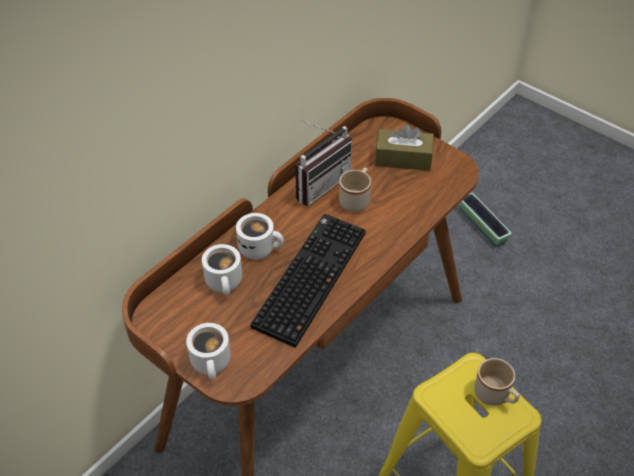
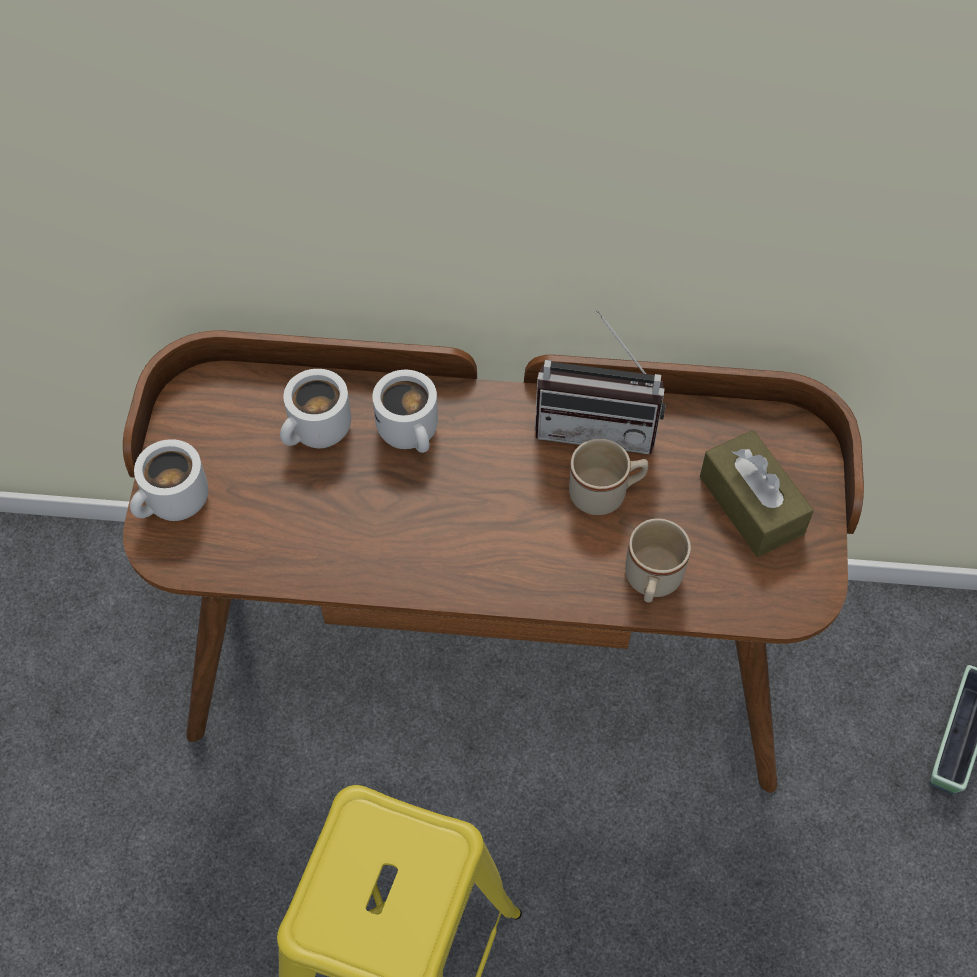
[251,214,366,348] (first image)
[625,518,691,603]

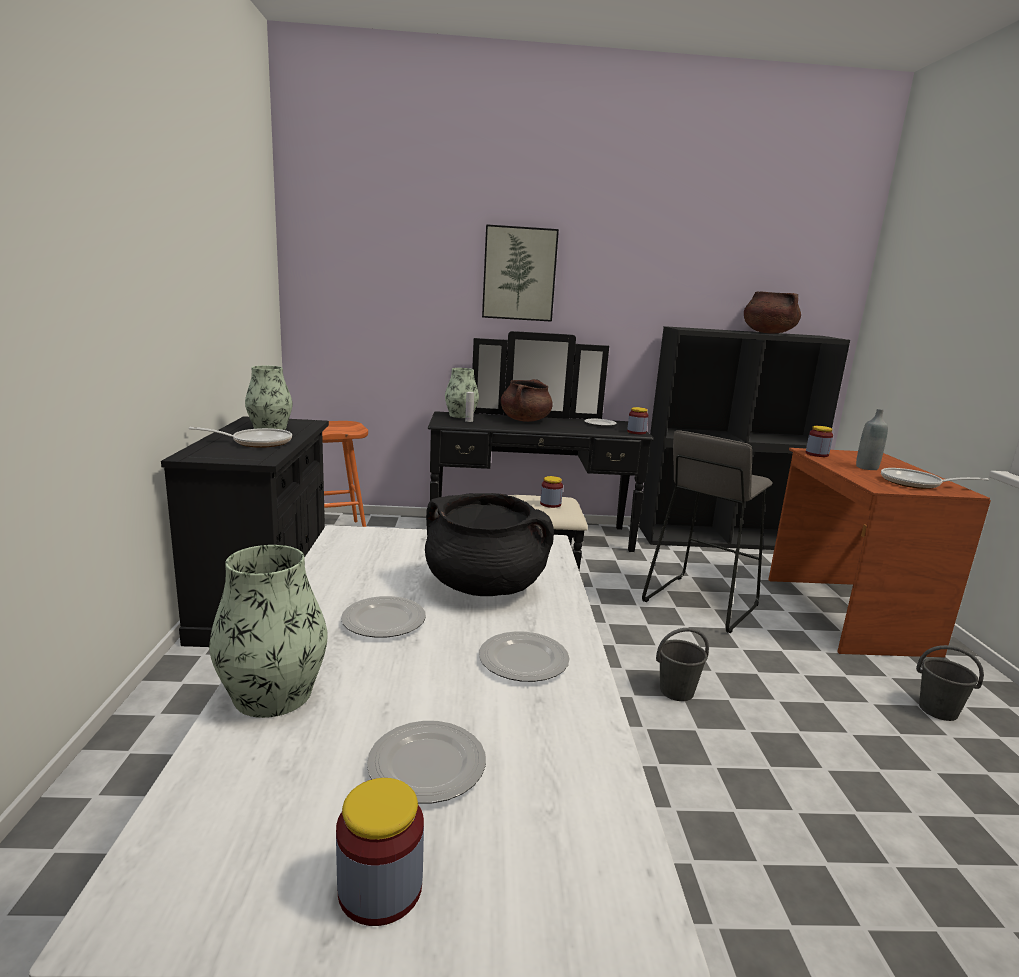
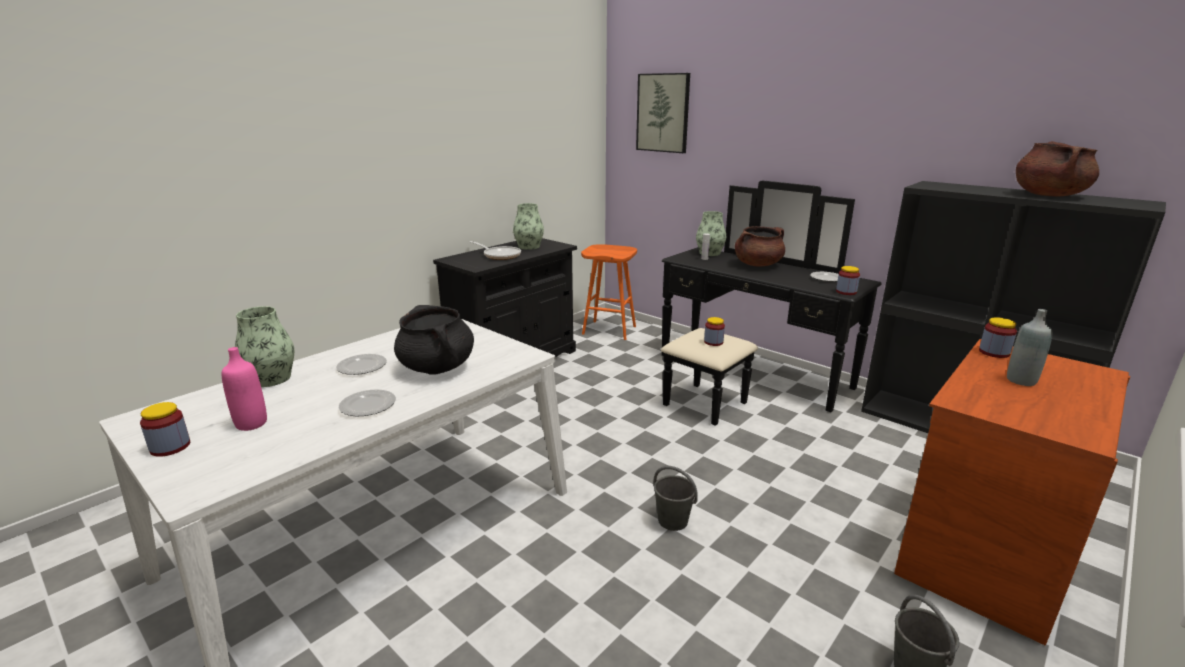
[642,430,773,633] (first image)
[881,468,989,489] (first image)
[636,73,690,153]
[222,347,267,431]

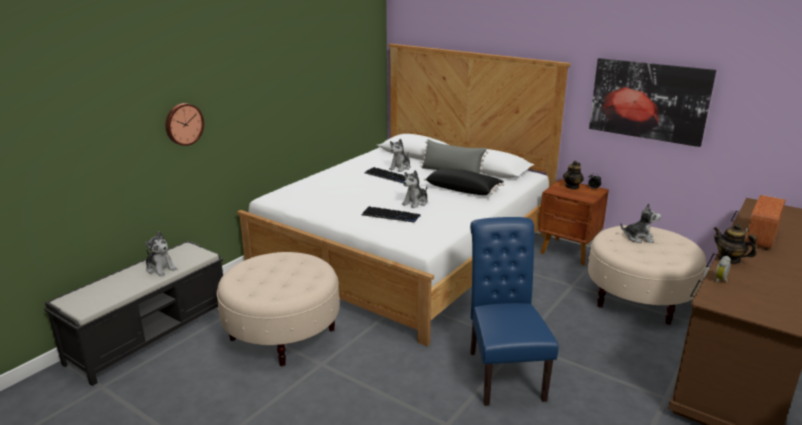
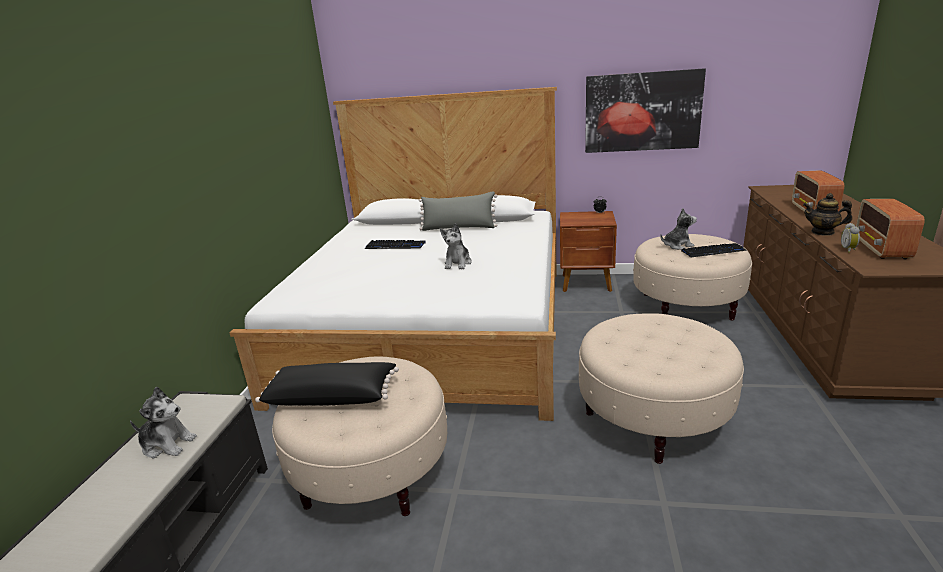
[165,103,204,146] (first image)
[389,139,411,172] (first image)
[563,161,584,189] (first image)
[856,199,925,259]
[681,243,747,257]
[255,362,399,406]
[579,313,744,464]

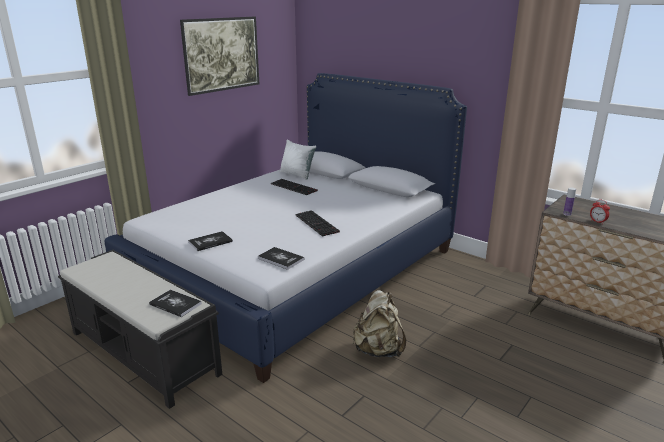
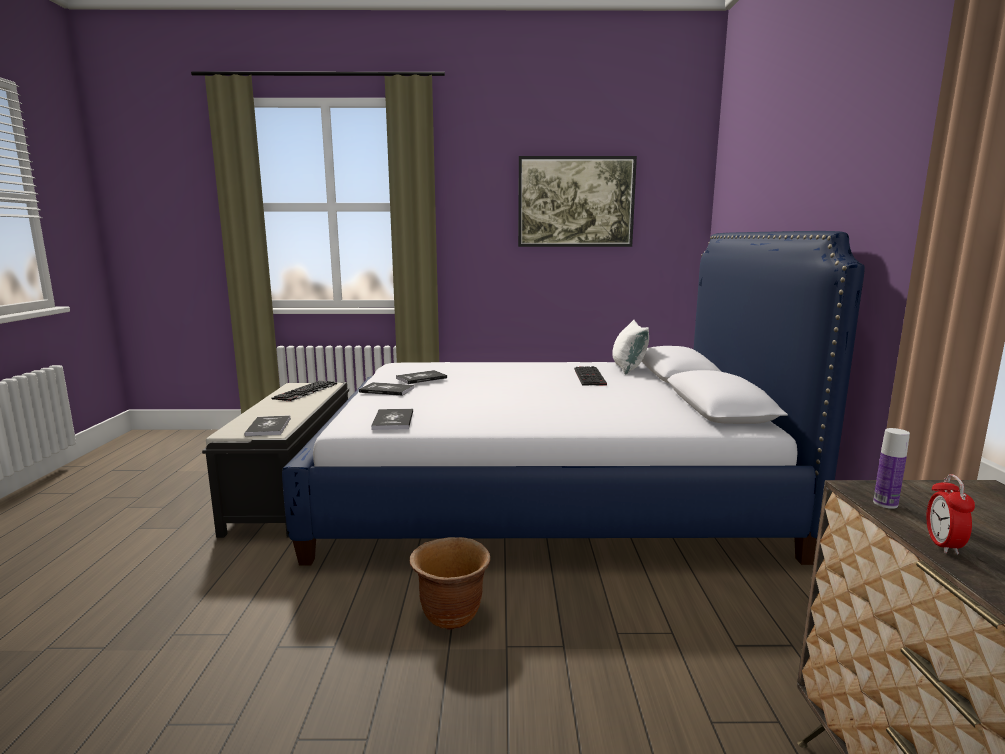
[396,370,447,384]
[271,381,337,402]
[410,537,490,630]

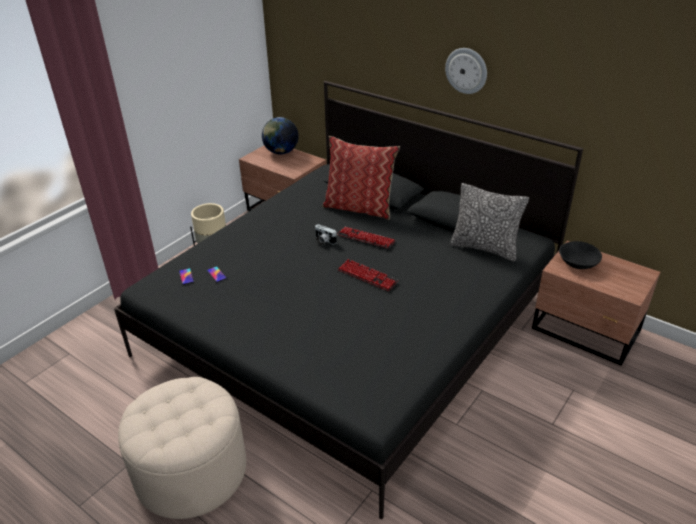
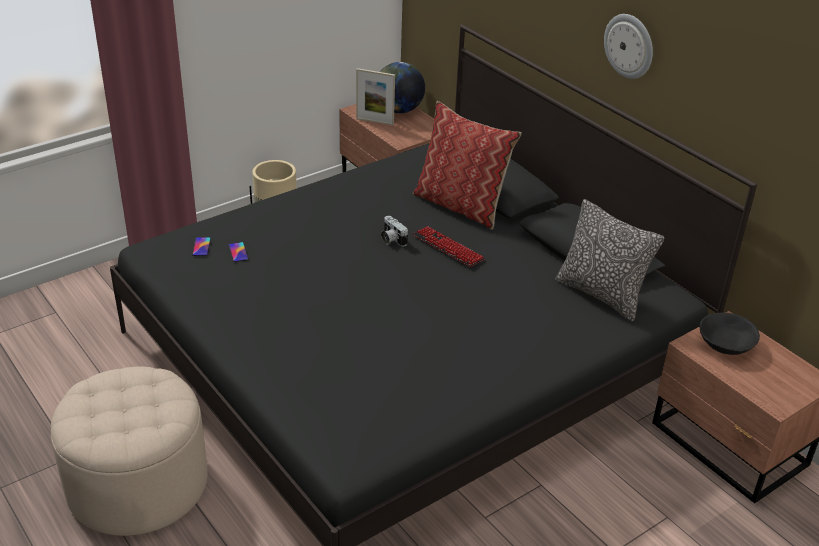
[338,259,398,291] (first image)
[356,68,395,125]

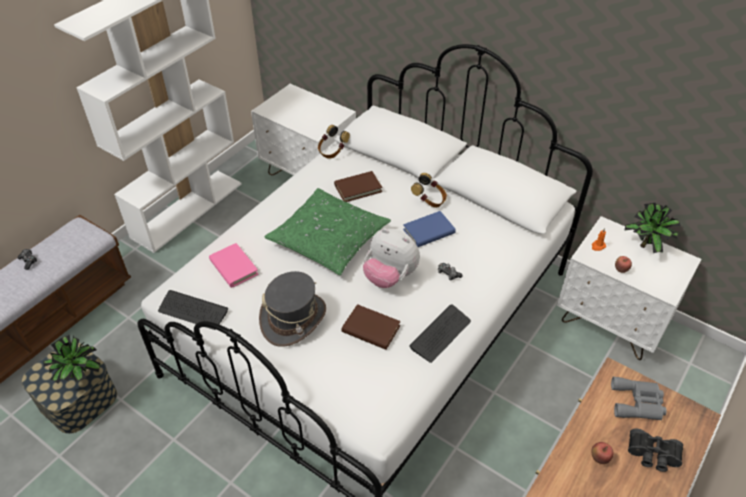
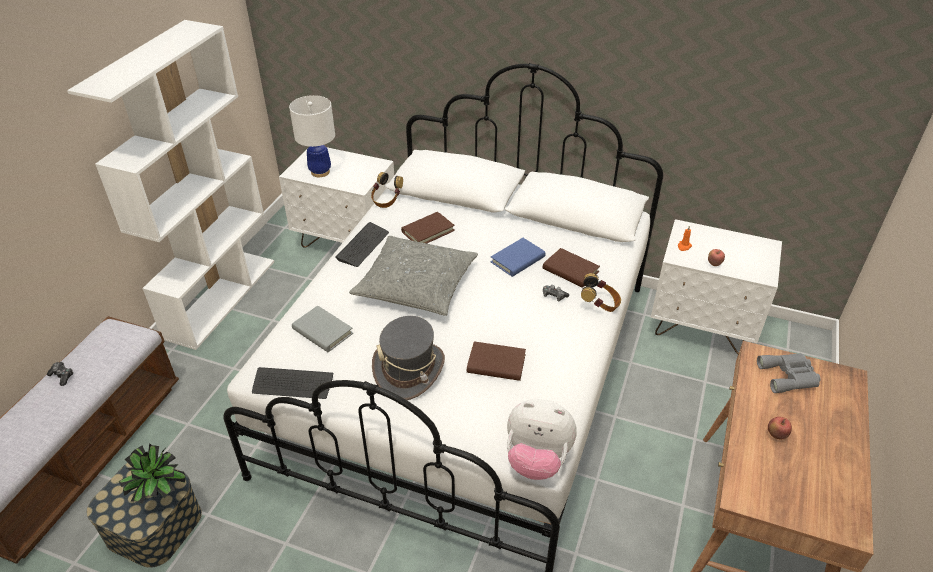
[625,202,681,253] (first image)
[628,429,683,472] (first image)
[289,95,335,177]
[543,248,600,288]
[507,399,577,480]
[336,222,389,267]
[581,273,621,312]
[292,306,353,352]
[349,236,478,316]

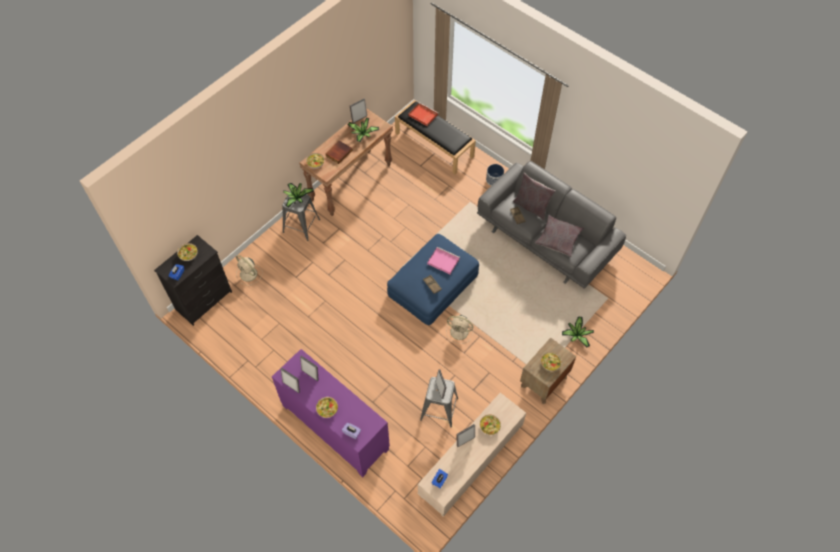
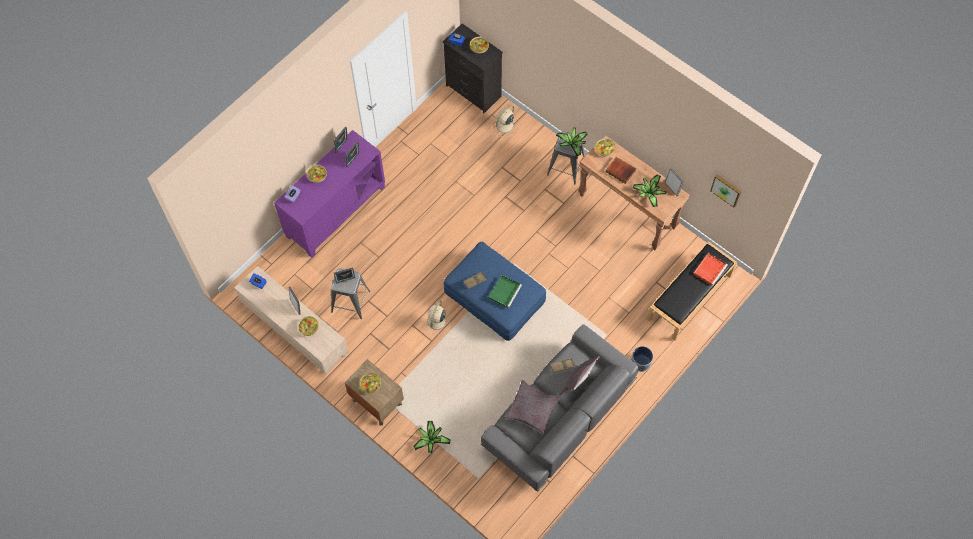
[710,174,741,208]
[489,275,522,308]

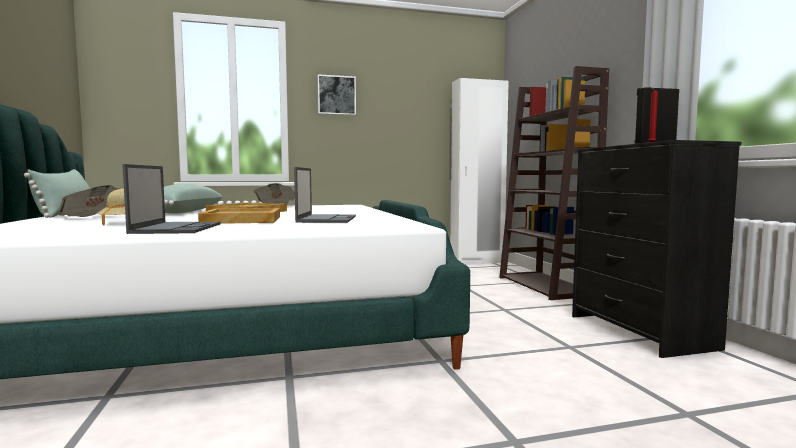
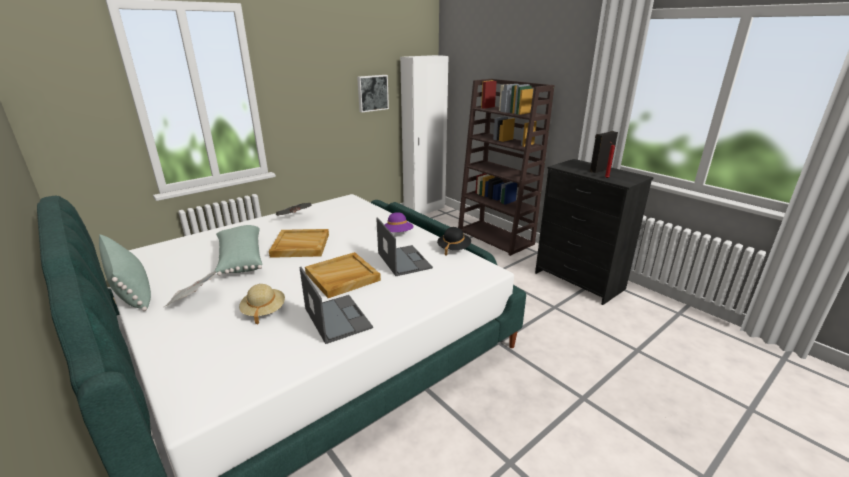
[384,212,414,232]
[437,227,471,256]
[357,75,389,113]

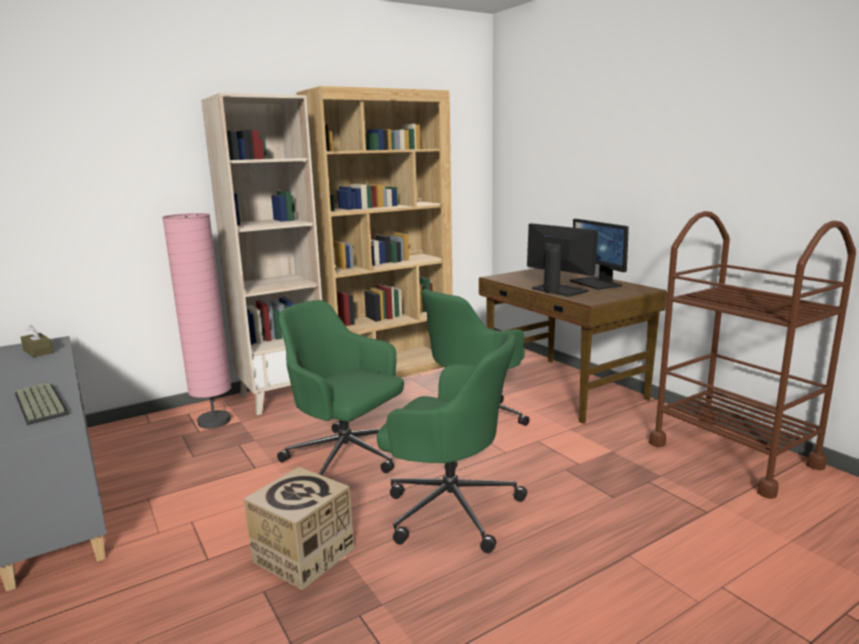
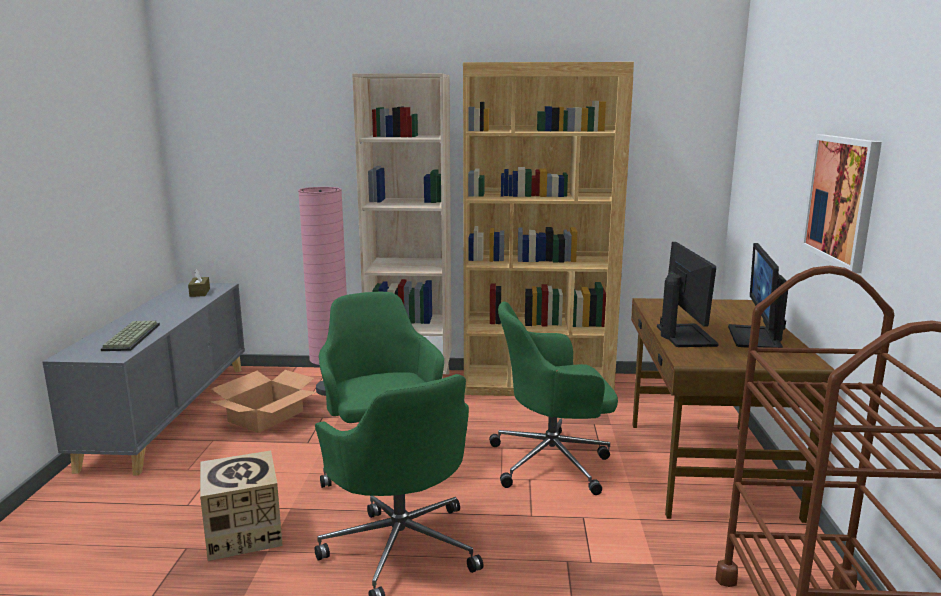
[210,370,317,433]
[801,135,882,273]

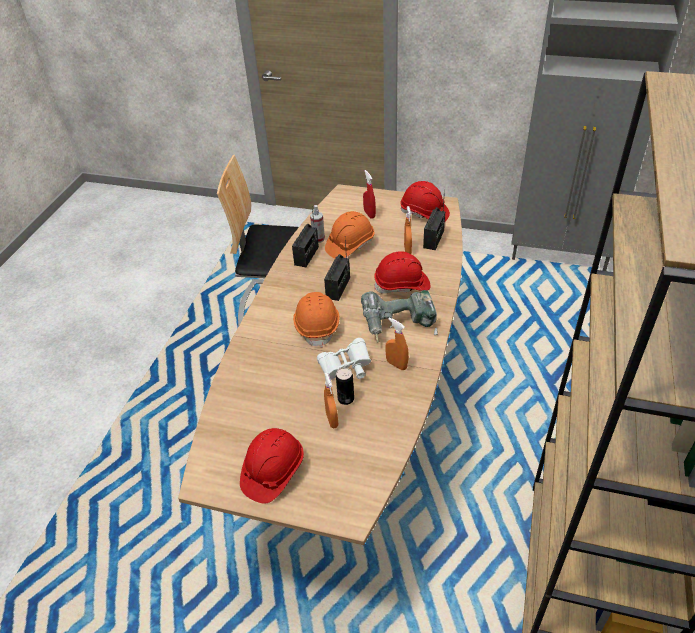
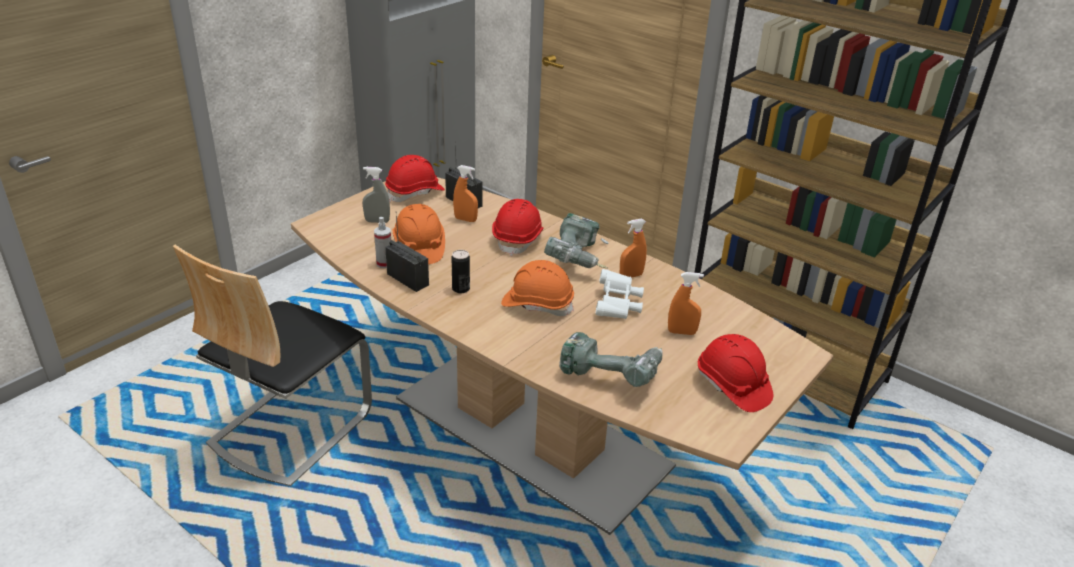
[324,240,350,301] (first image)
[559,332,662,387]
[452,250,470,293]
[363,167,390,223]

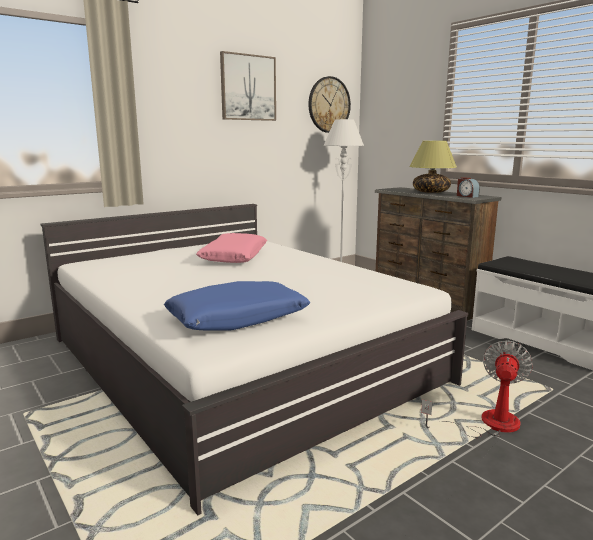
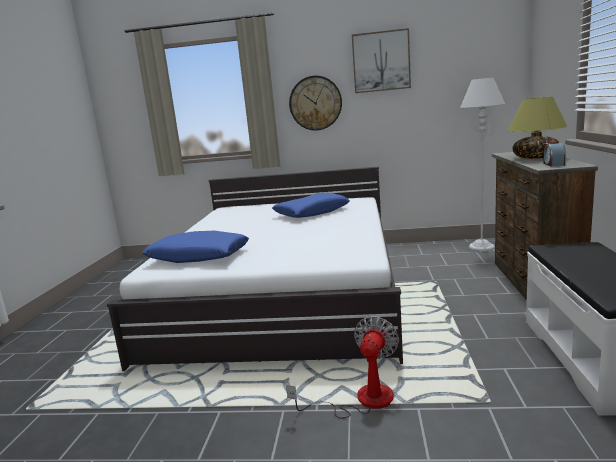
[289,76,342,131]
[272,193,350,218]
[286,316,399,418]

